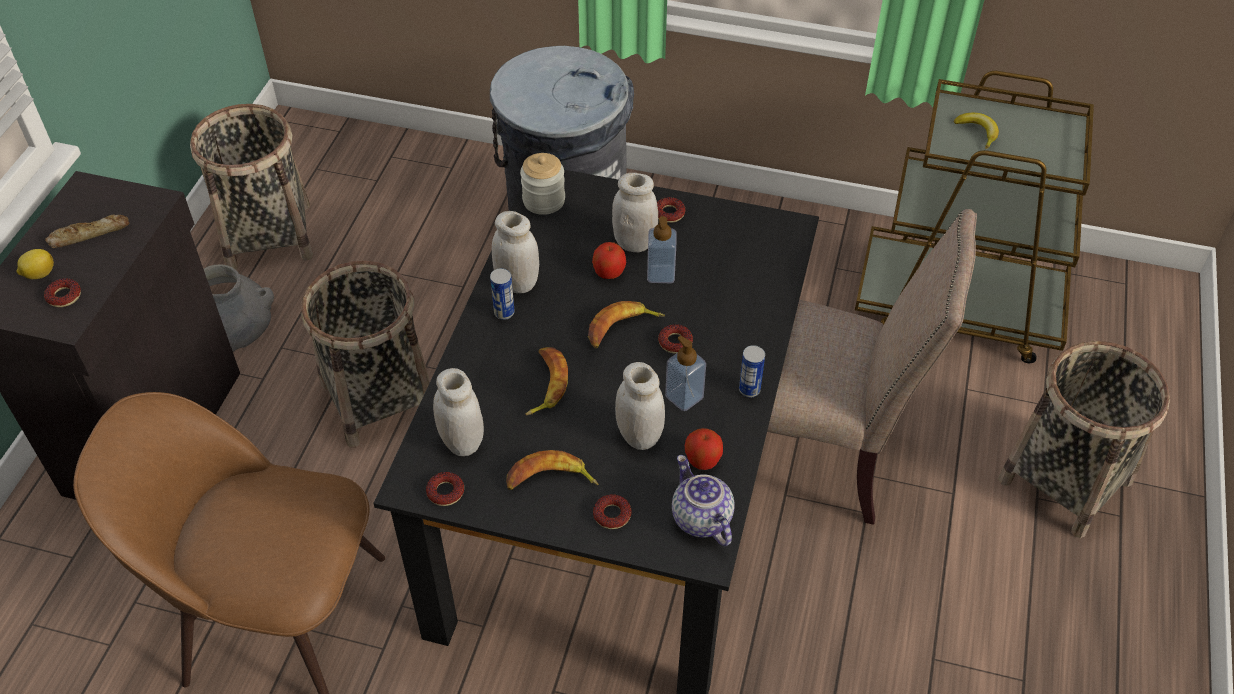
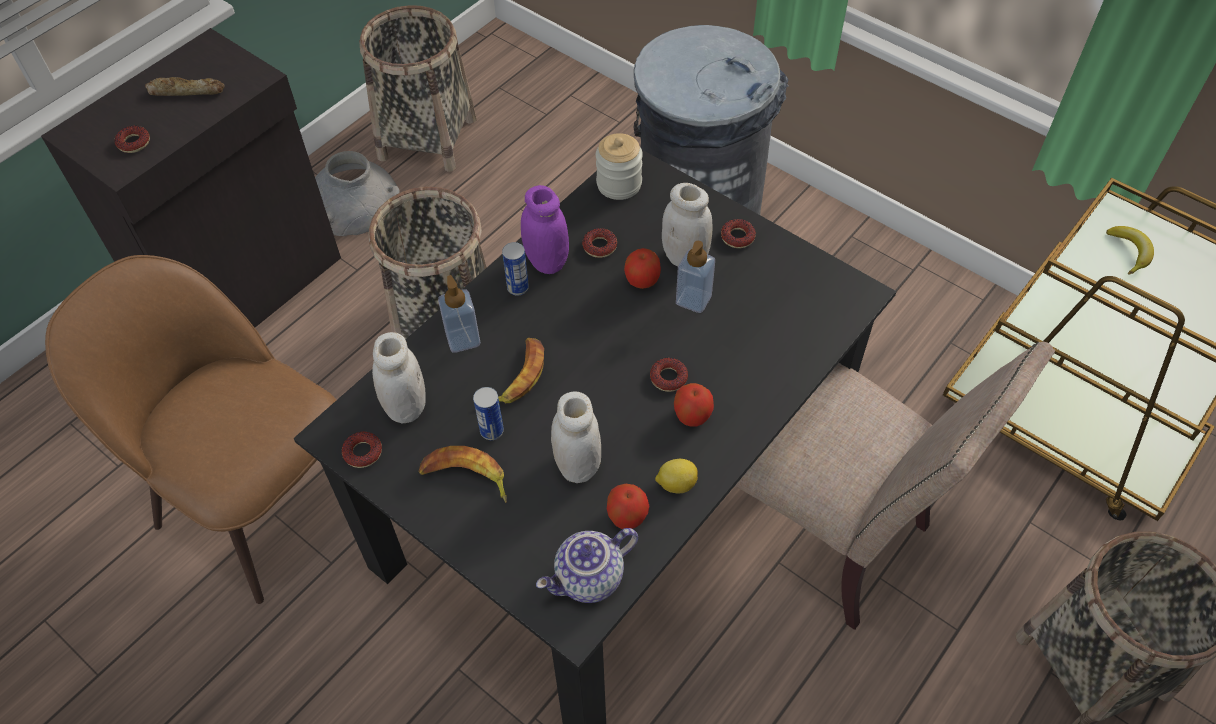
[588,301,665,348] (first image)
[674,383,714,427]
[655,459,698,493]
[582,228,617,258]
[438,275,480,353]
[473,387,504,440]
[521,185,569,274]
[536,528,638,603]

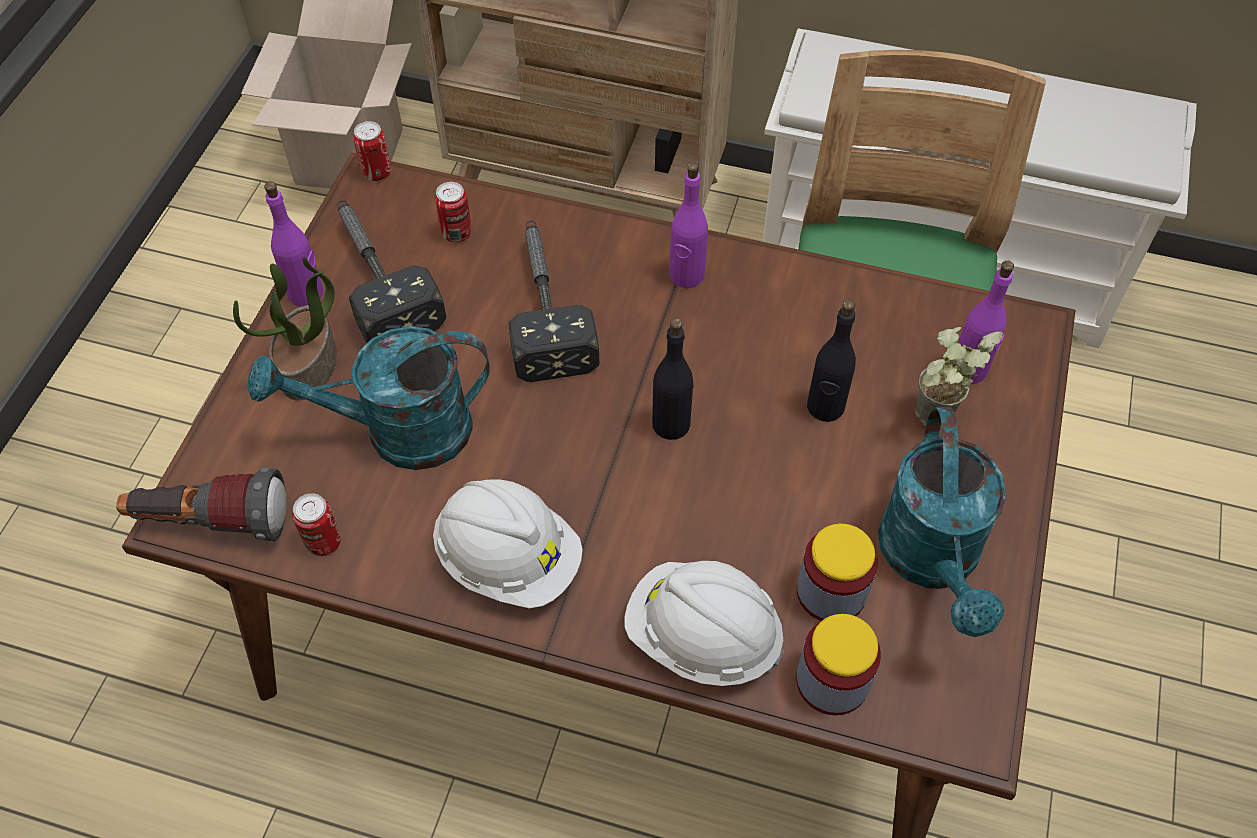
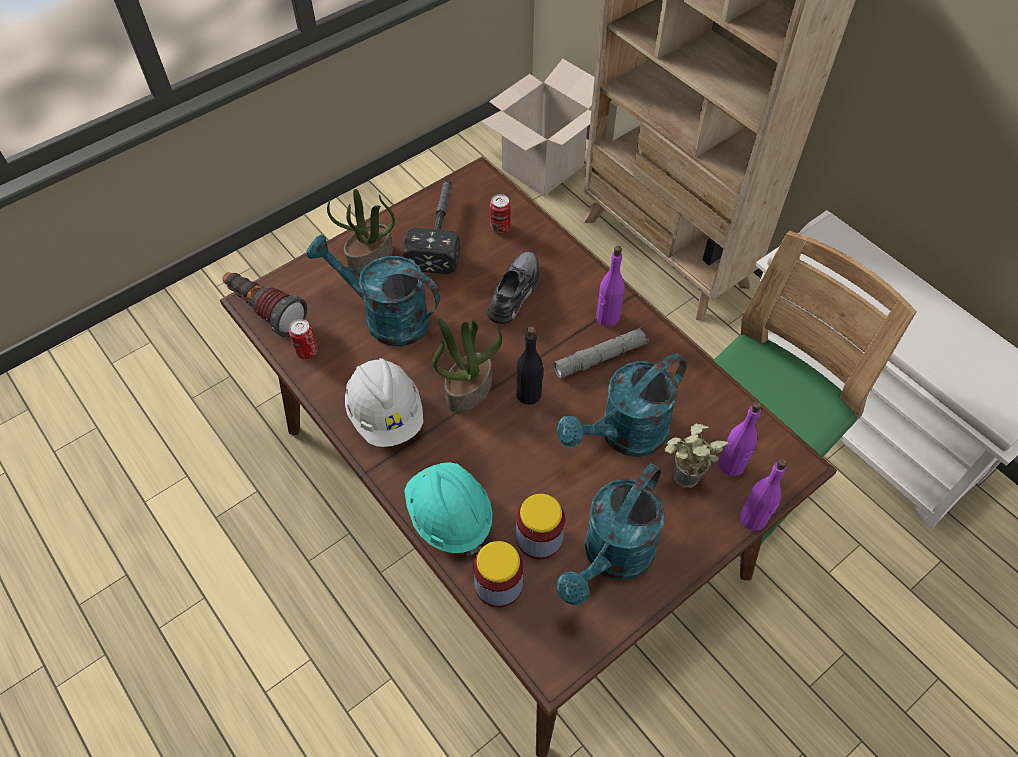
[353,121,391,181] (first image)
[433,317,502,413]
[553,327,649,379]
[740,458,787,531]
[486,251,540,324]
[557,354,687,457]
[404,462,493,557]

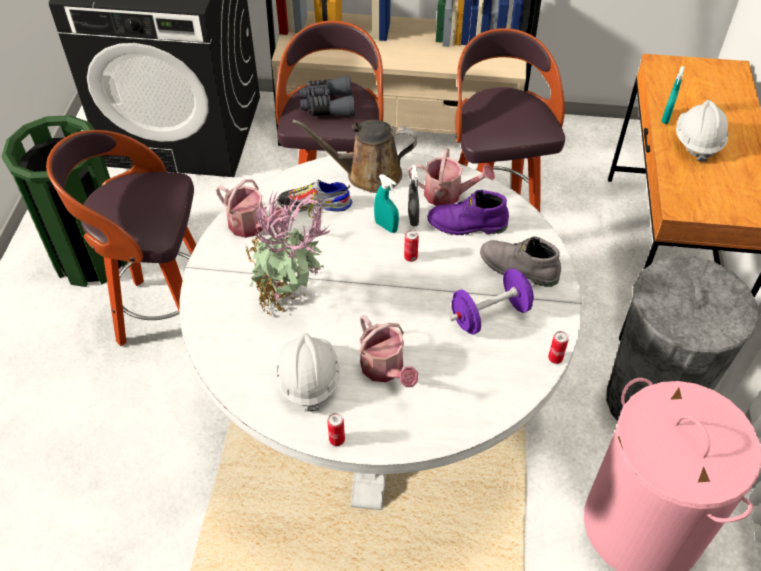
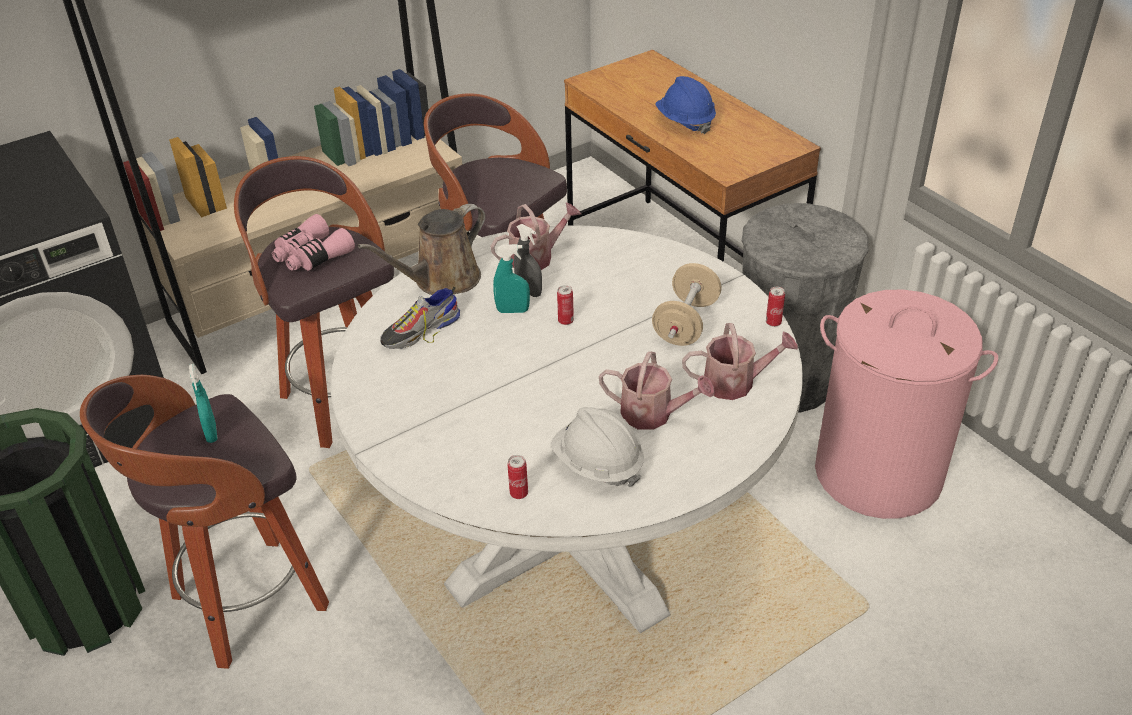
[245,190,332,315] (first image)
[427,190,509,235] (first image)
[480,236,561,287] (first image)
[682,323,798,400]
[507,455,528,499]
[189,364,218,443]
[272,214,355,271]
[652,263,721,346]
[655,76,716,134]

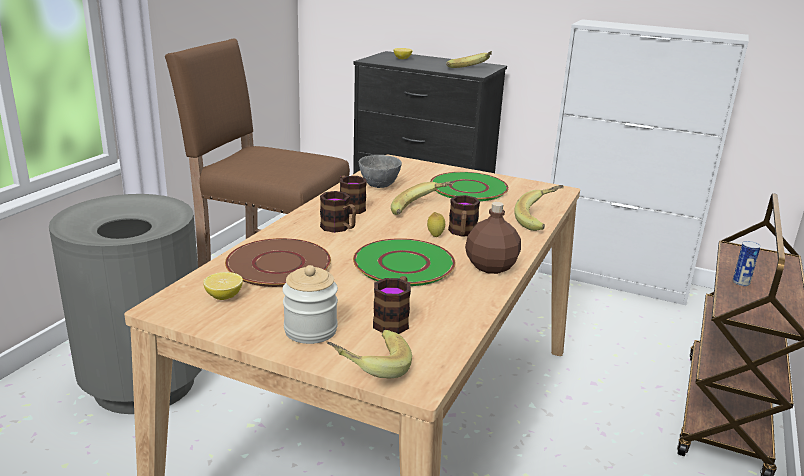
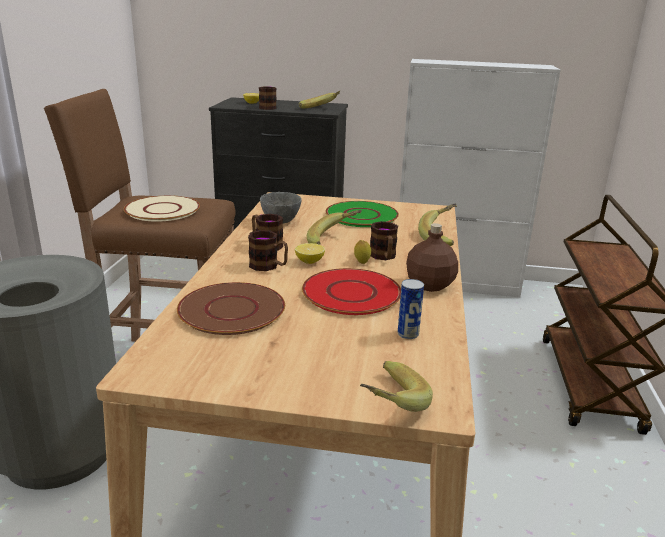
[283,265,338,344] (first image)
[124,195,200,222]
[295,243,325,264]
[259,87,277,110]
[398,279,424,339]
[302,268,401,315]

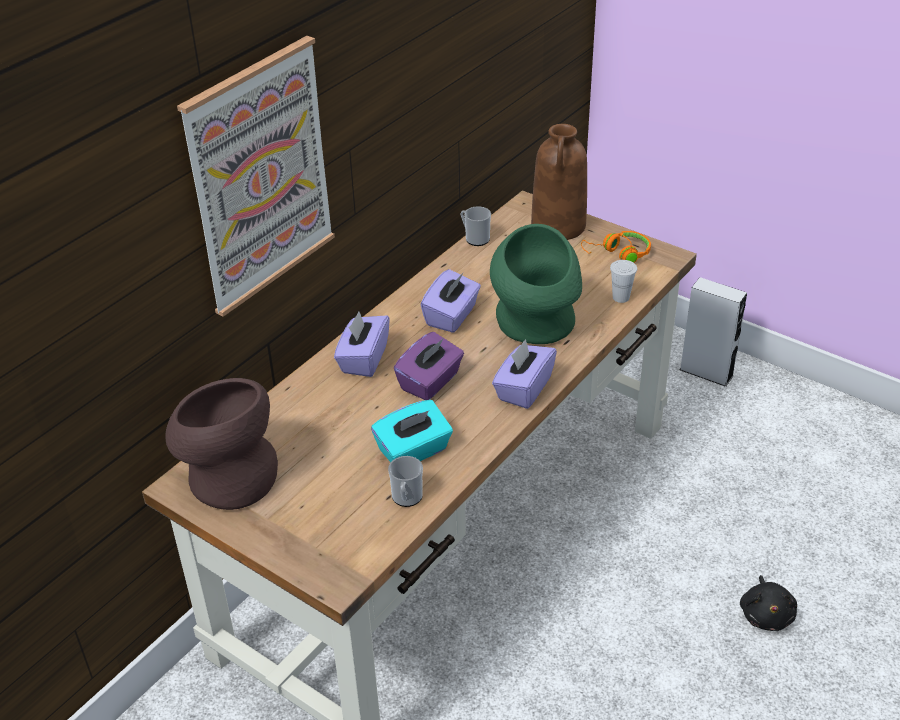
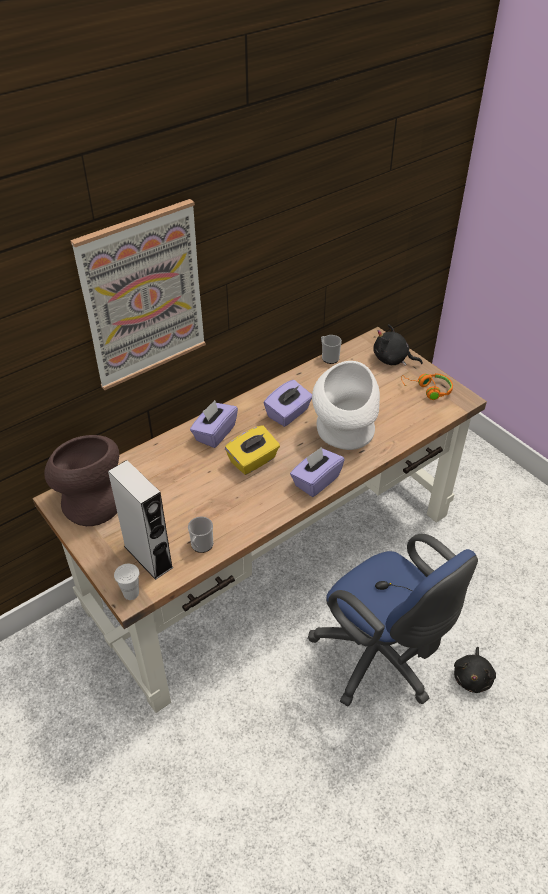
[371,400,453,462] (first image)
[308,534,478,706]
[114,564,139,600]
[108,460,173,580]
[373,324,423,366]
[225,425,280,475]
[312,361,380,450]

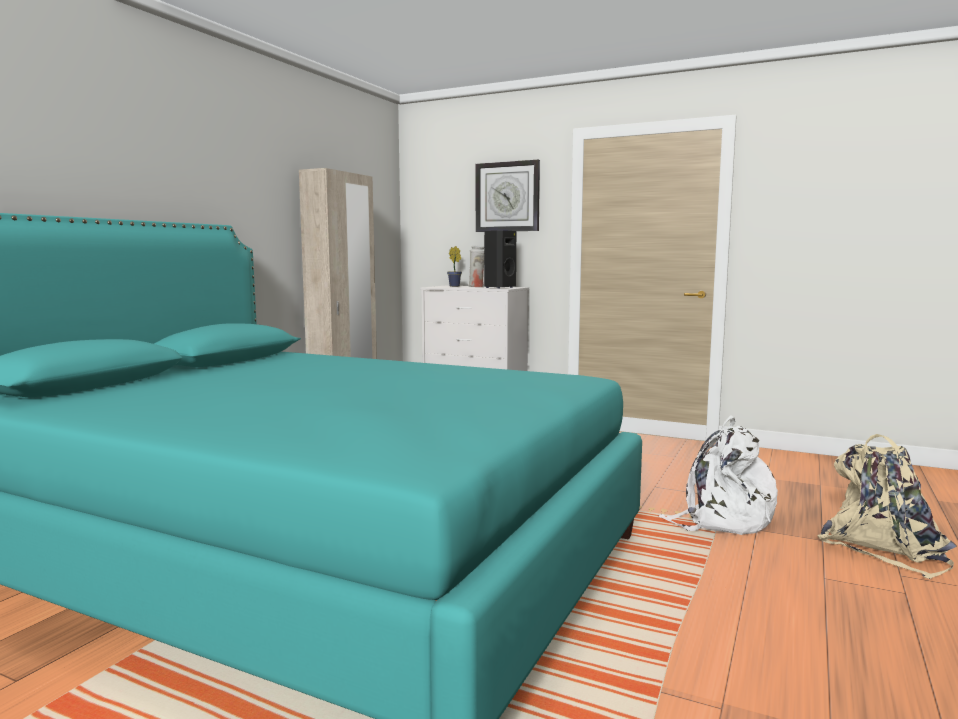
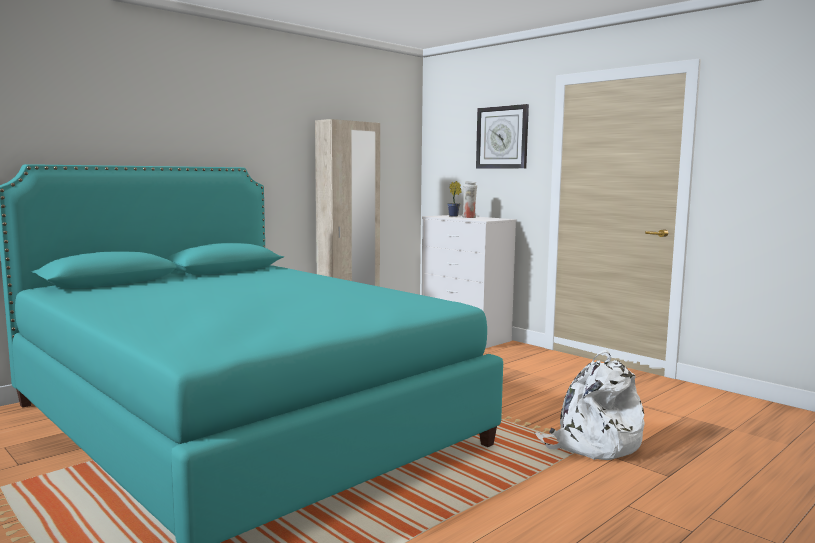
[484,230,516,289] (first image)
[817,434,956,579] (first image)

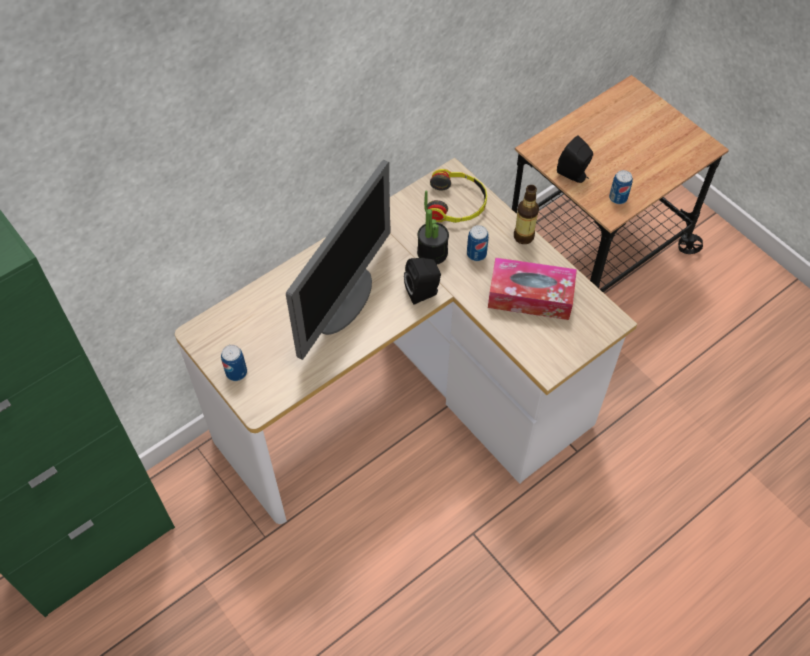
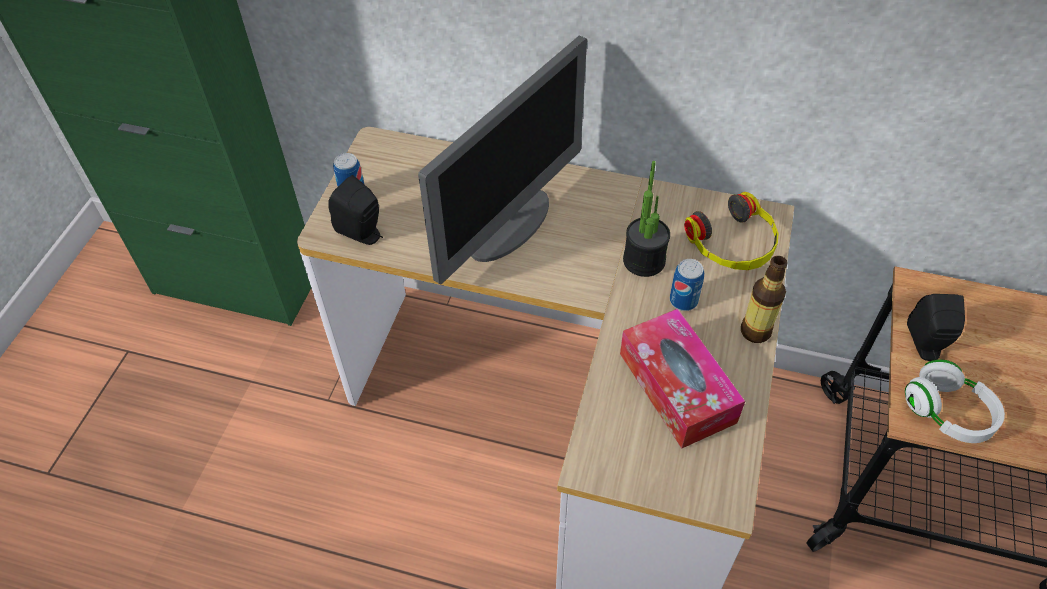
[328,175,383,245]
[905,359,1005,443]
[418,35,587,285]

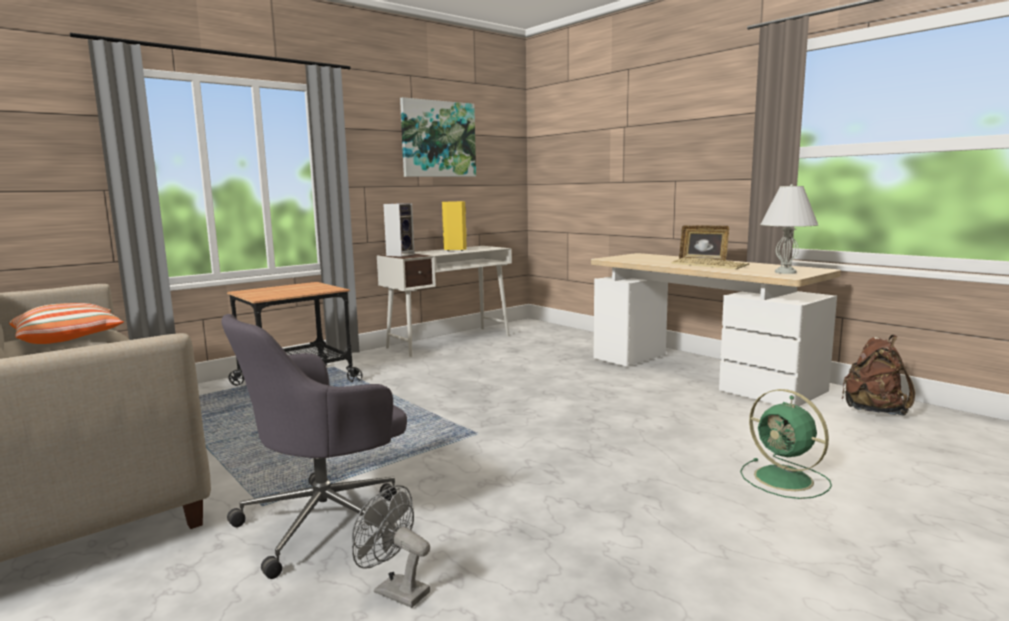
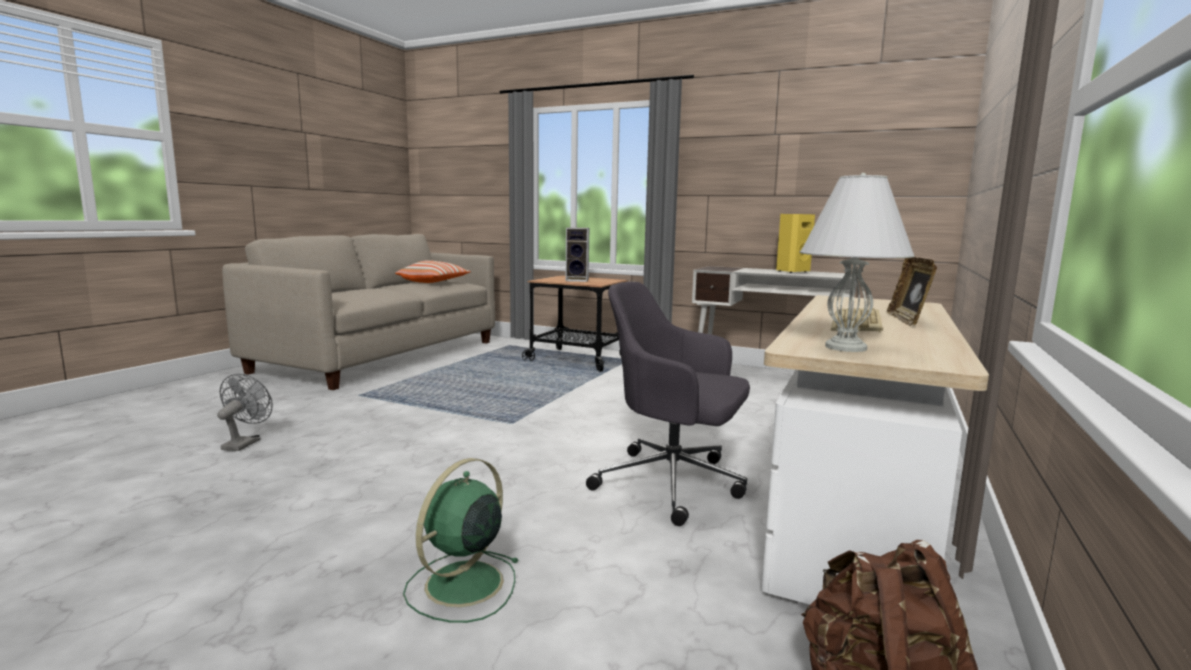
[400,97,476,177] (first image)
[586,282,750,526]
[566,227,589,282]

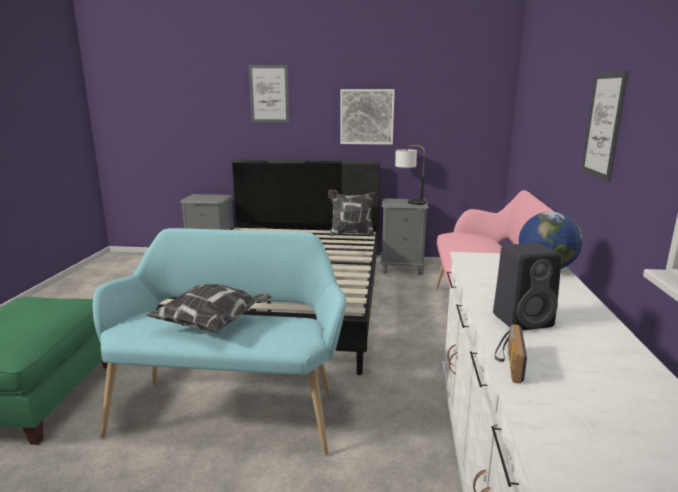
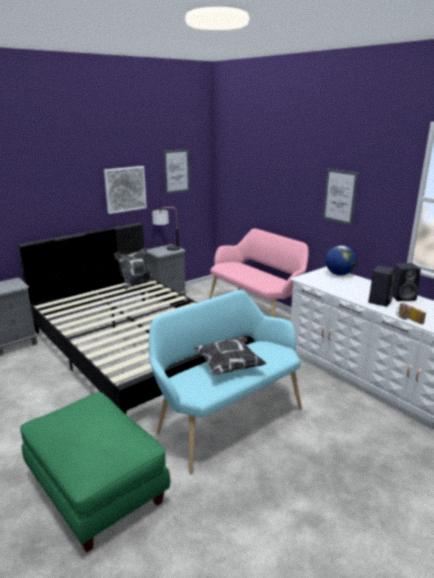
[393,263,421,301]
[163,149,190,194]

